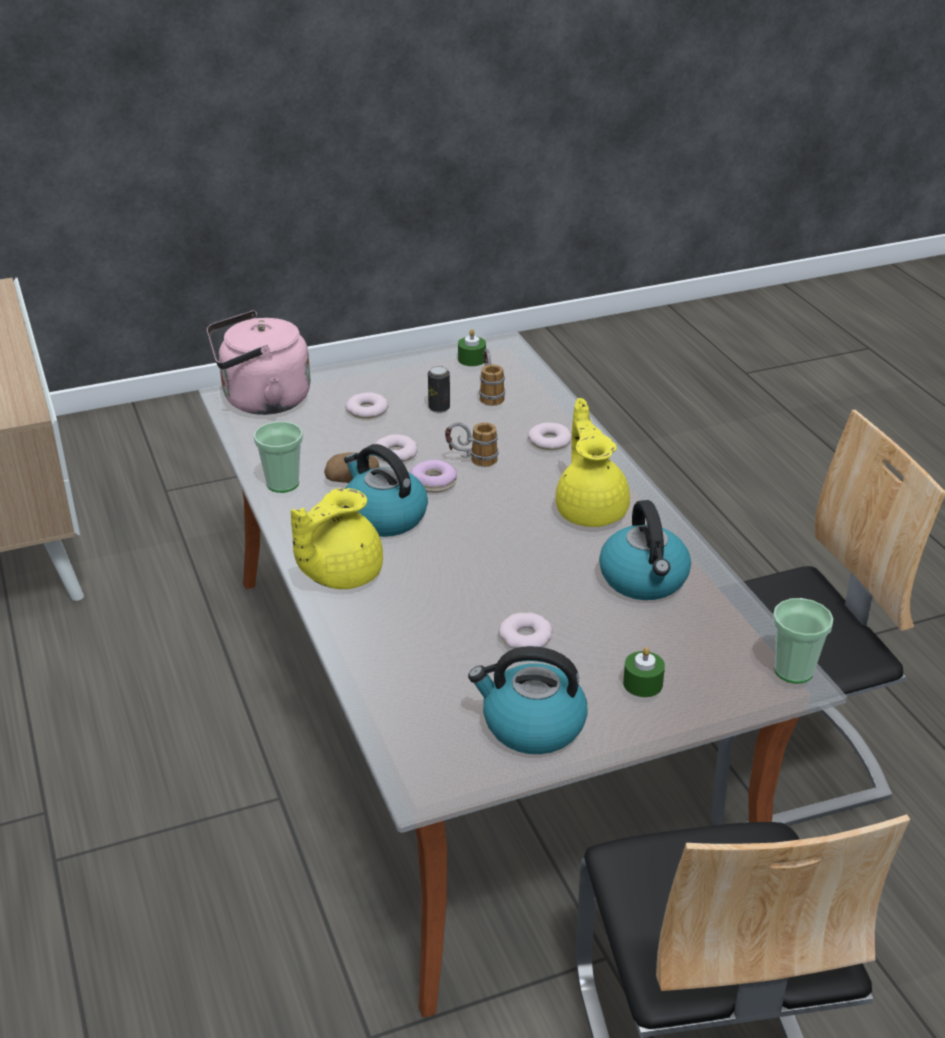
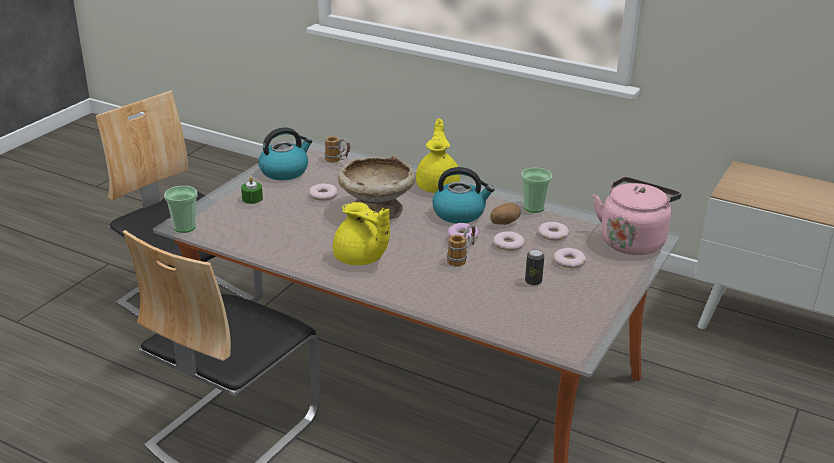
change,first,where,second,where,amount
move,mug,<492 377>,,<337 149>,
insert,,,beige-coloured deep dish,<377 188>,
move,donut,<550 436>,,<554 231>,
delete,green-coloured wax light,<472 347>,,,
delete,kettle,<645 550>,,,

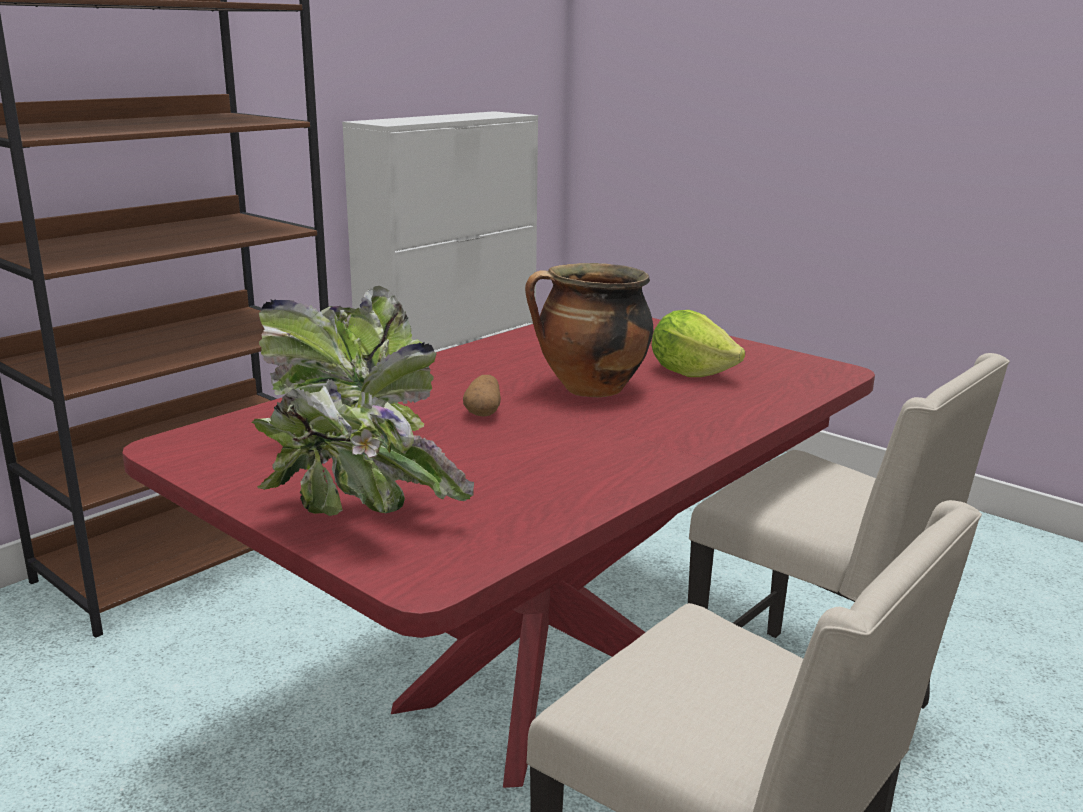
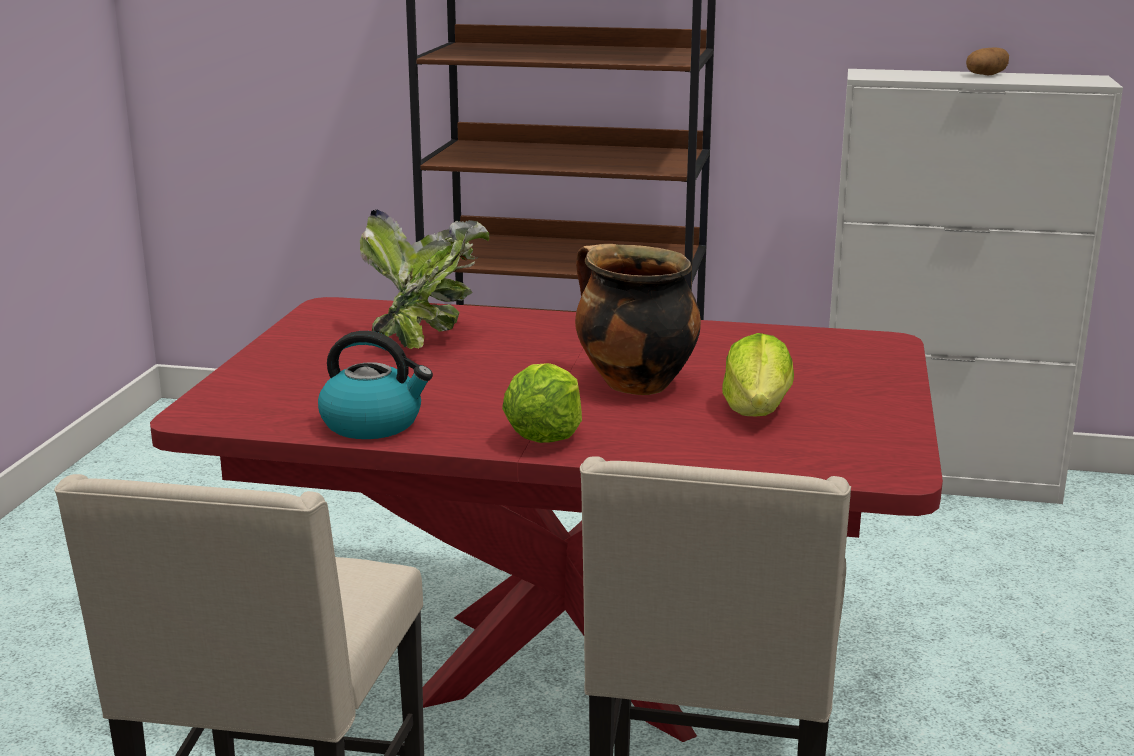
change,first,where,second,where,amount
insert,,,kettle,<375 385>,
insert,,,lettuce,<542 403>,
move,spud,<482 396>,,<987 61>,
delete,potted plant,<362 429>,,,

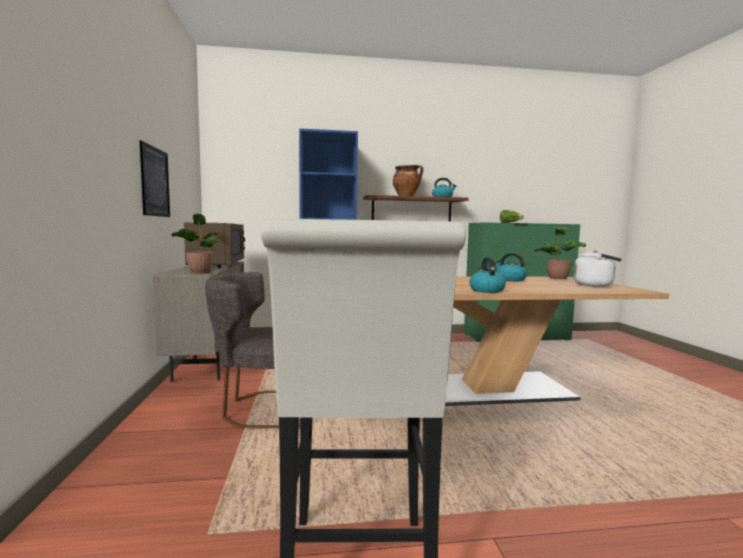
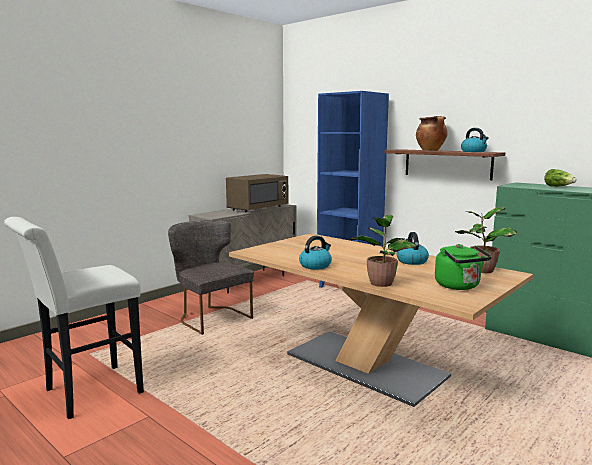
change,first,where,second,where,amount
move,potted plant,<198 244>,,<382 251>,
recolor,white kettle,<598 268>,green-coloured kettle,<463 267>,
delete,wall picture,<155 178>,,,

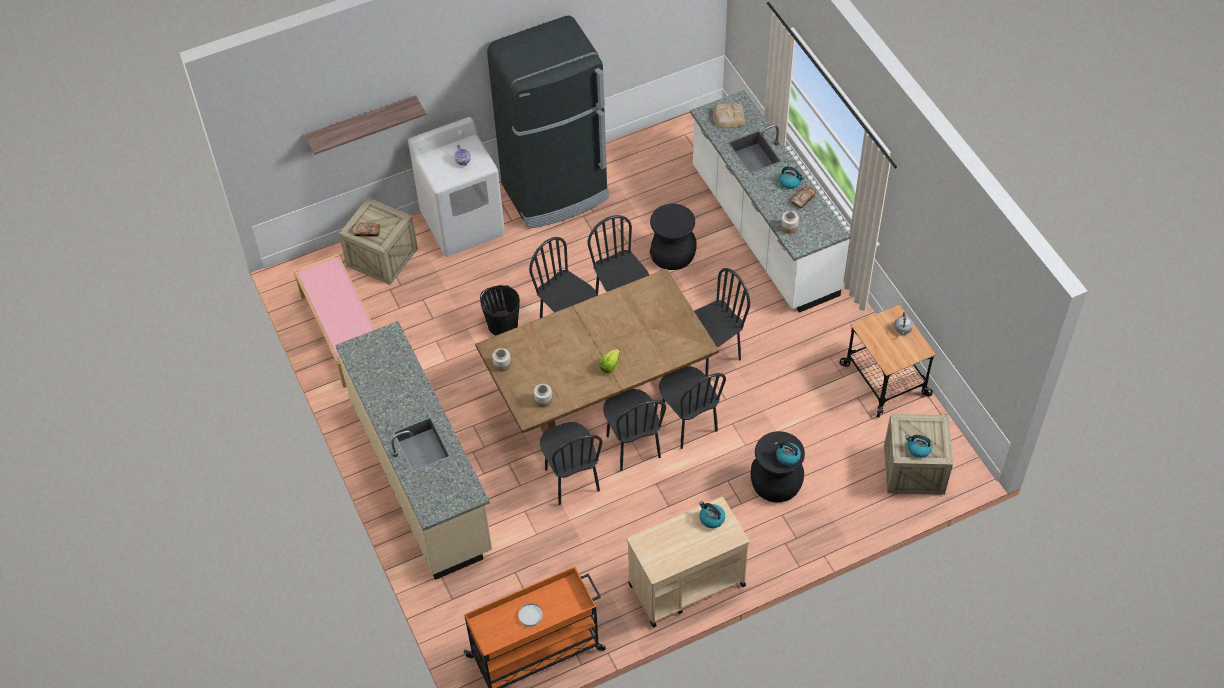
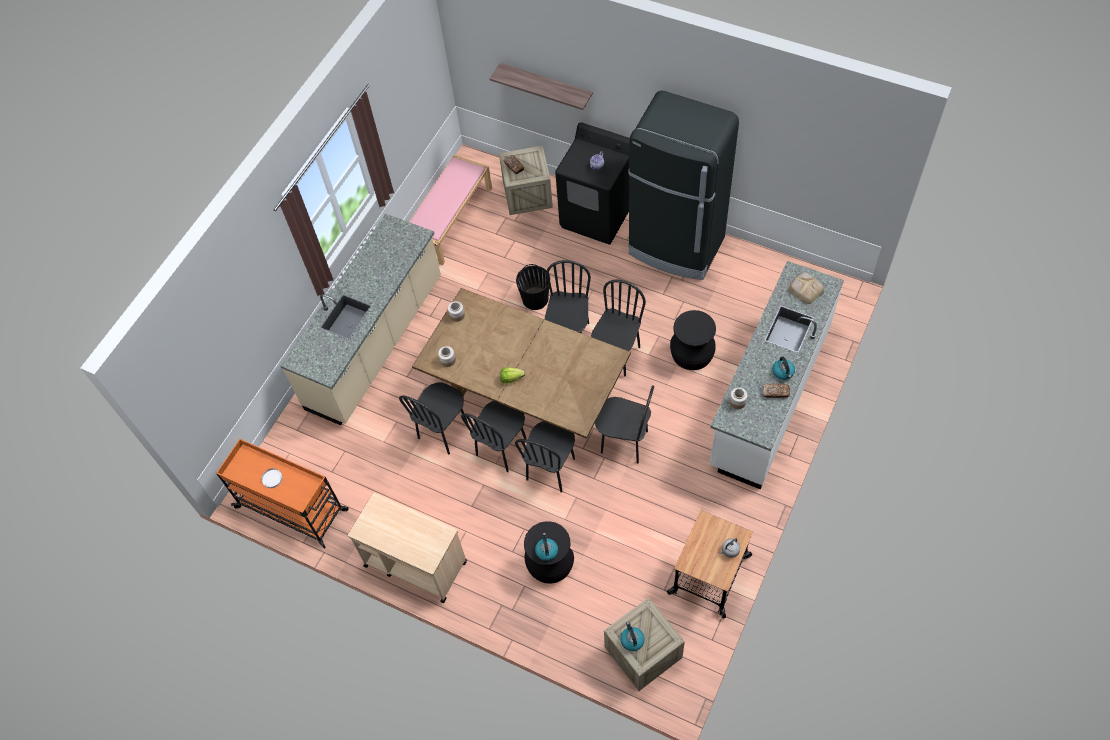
change,first,where,second,where,amount
recolor,white laundry machine,<456 187>,black-coloured laundry machine,<592 183>,
delete,kettle,<712 514>,,,

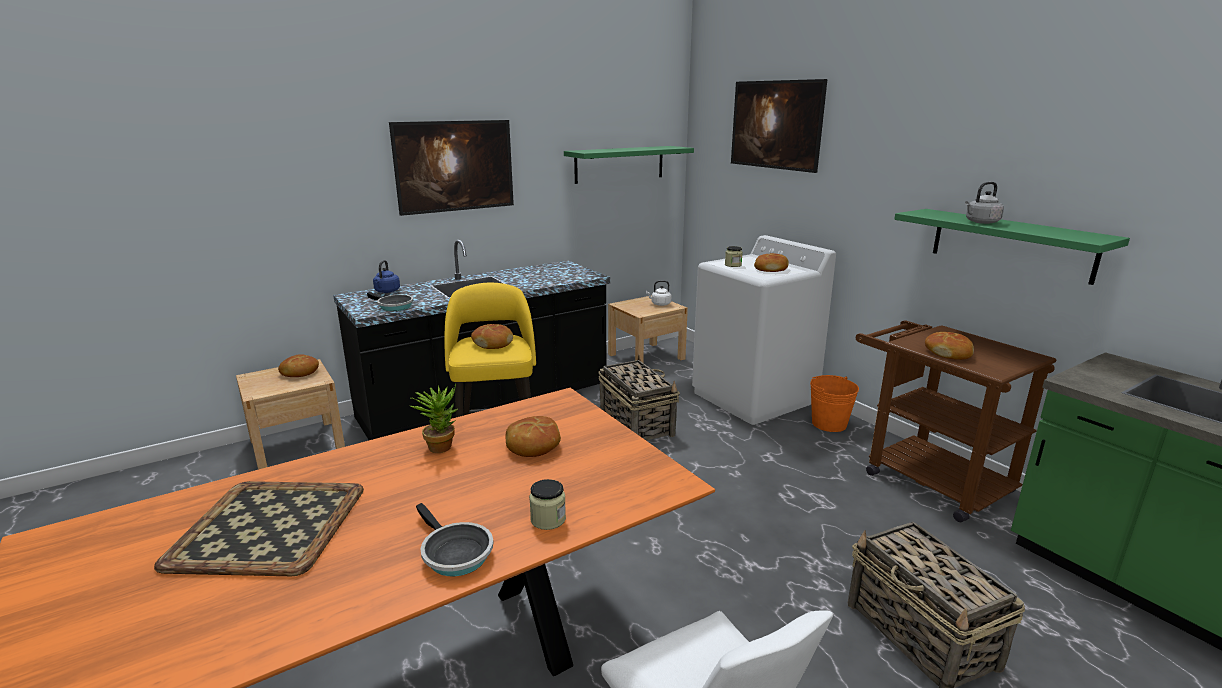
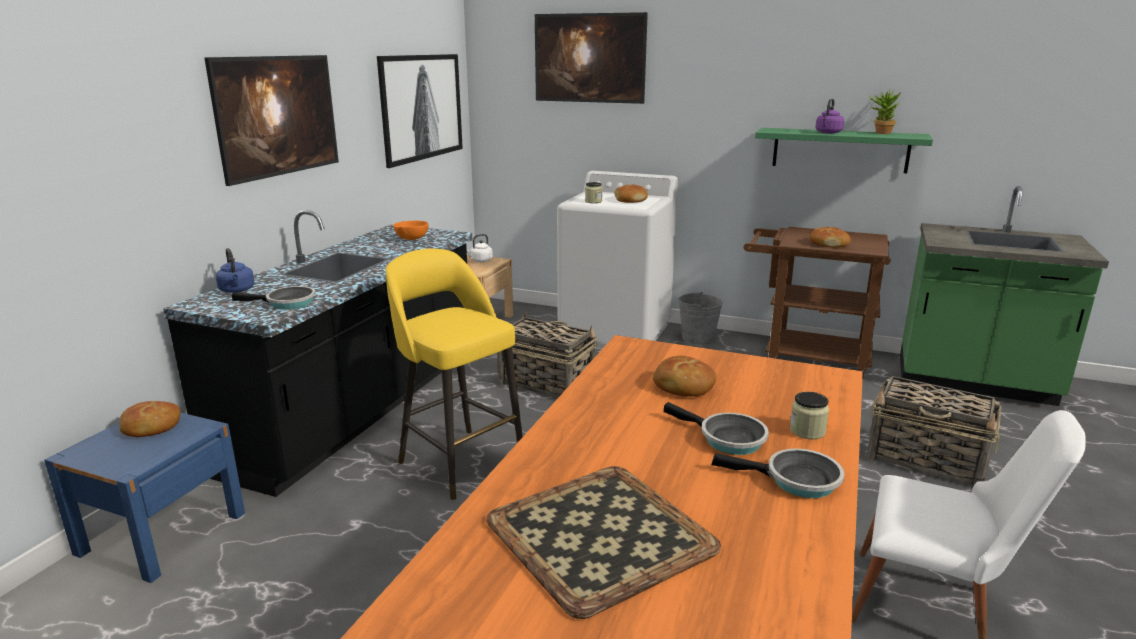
change,first,where,second,where,amount
recolor,beige-coloured bedside table,<290 414>,bluish bedside table,<144 497>,
replace,green-coloured shelf,<629 165>,wall picture,<420 111>,
insert,,,orange deep dish,<410 230>,
insert,,,frying pan,<716 428>,
recolor,orange bucket,<834 403>,greyish bucket,<700 318>,
recolor,greyish kettle,<984 203>,purple-coloured kettle,<829 116>,
move,potted plant,<434 418>,,<885 112>,
delete,bread,<492 336>,,,

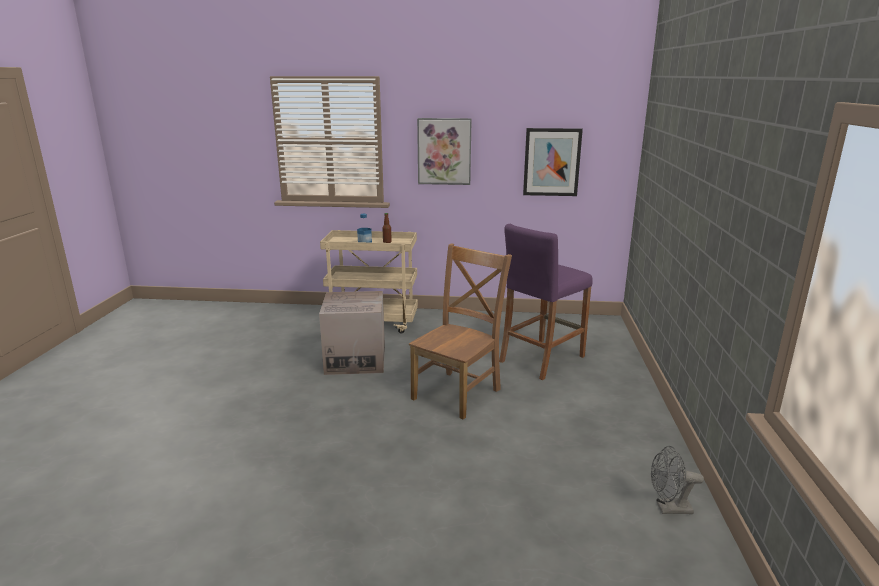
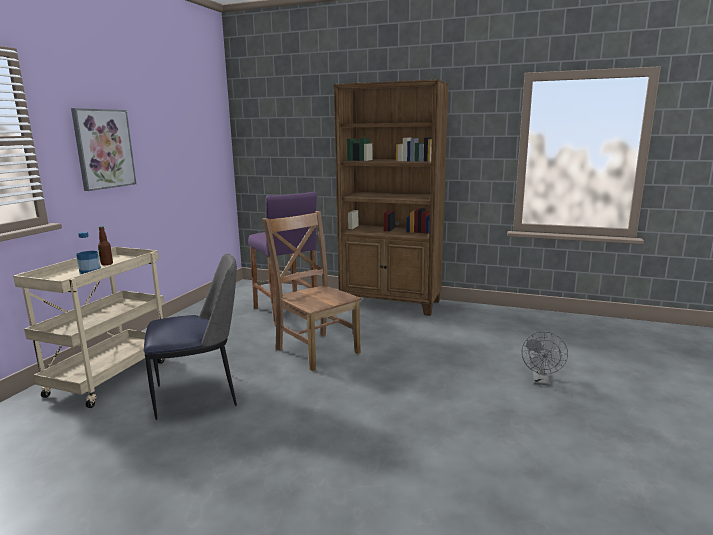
change,first,where,second,where,amount
replace,carton,<352 333>,upright chair,<190 337>,
insert,,,brown-coloured shelving unit,<391 197>,
move,greyish electric fan,<677 480>,,<545 358>,
delete,wall picture,<553 162>,,,

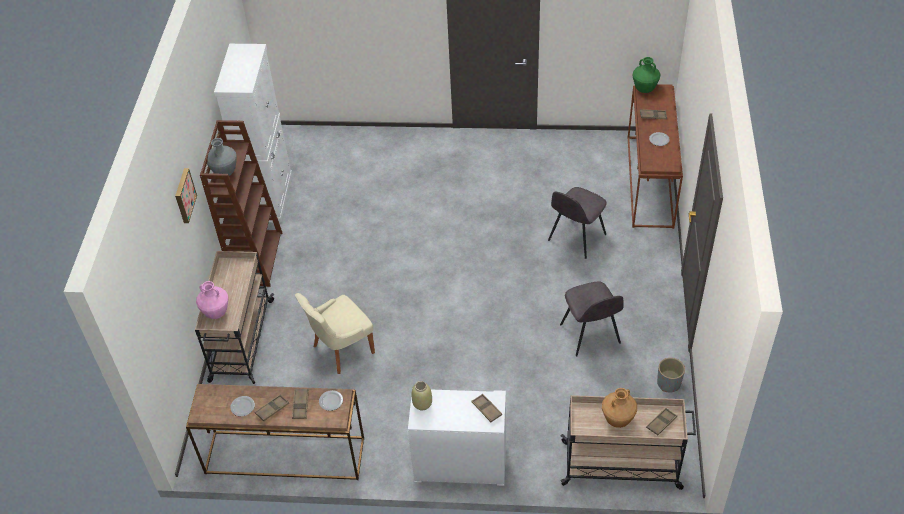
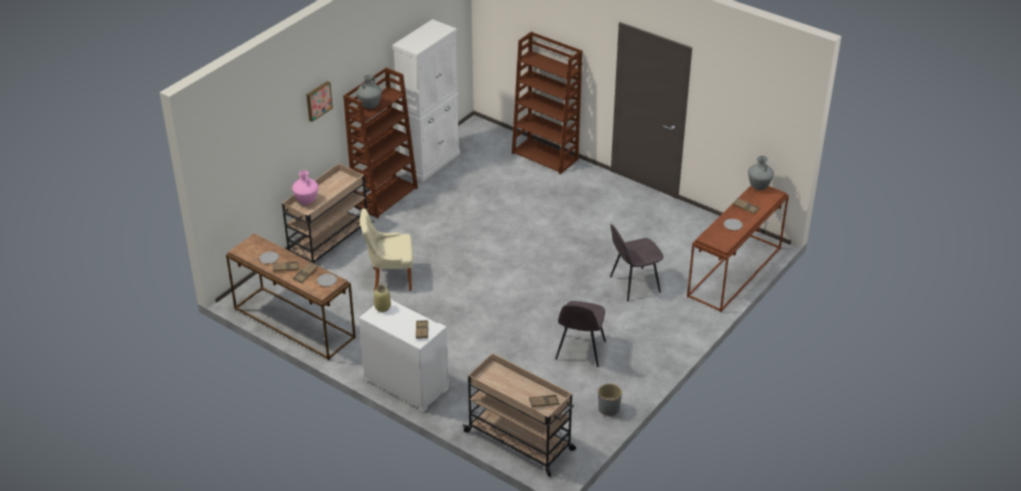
change,first,where,second,where,amount
insert,,,brown-coloured shelving unit,<547 103>,
recolor,green-coloured flower vase,<646 75>,greyish flower vase,<761 173>,
delete,brown-coloured flower vase,<619 408>,,,

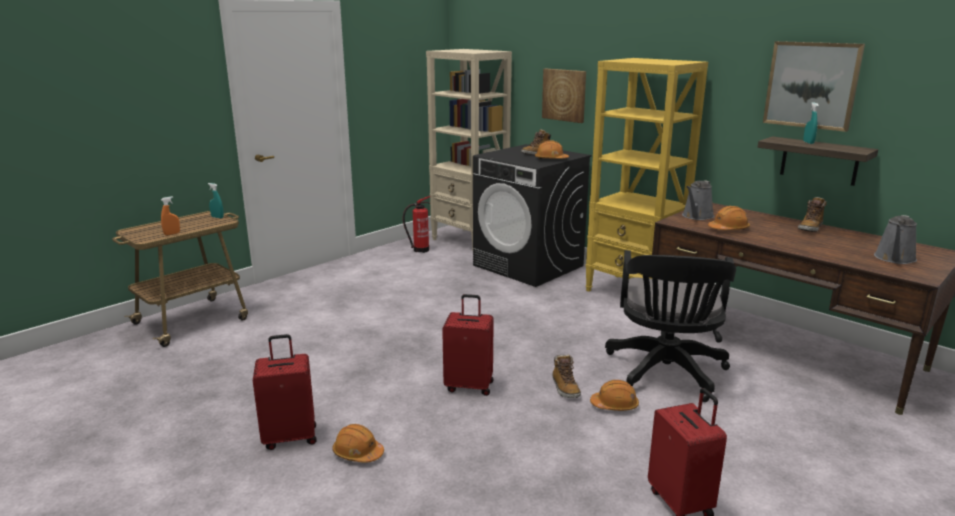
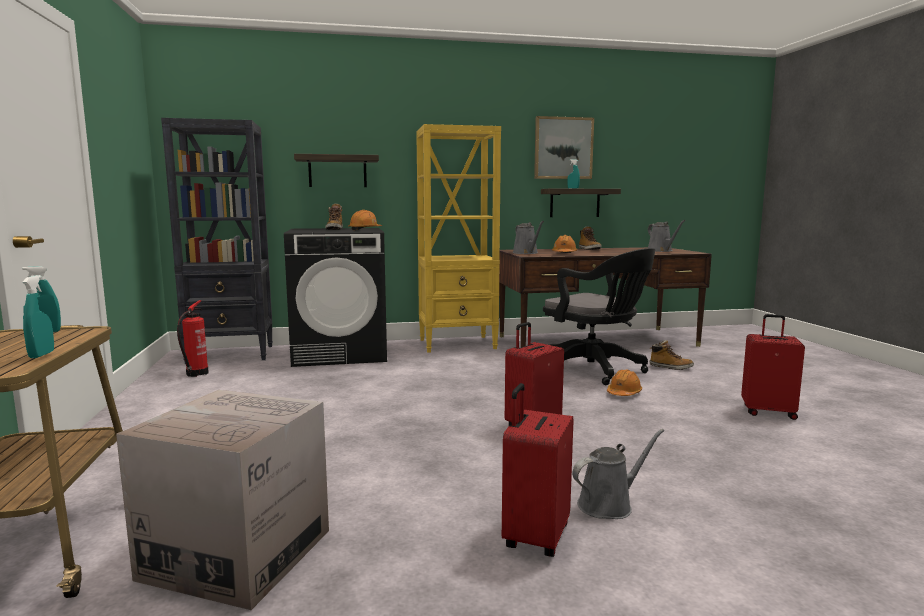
change,first,where,second,where,amount
recolor,orange spray bottle,<170 215>,blue-green spray bottle,<38 316>,
insert,,,carton,<222 500>,
recolor,beige-coloured shelving unit,<469 149>,black-coloured shelving unit,<217 241>,
replace,wall picture,<564 96>,shelf,<336 170>,
replace,orange hard hat,<358 443>,greyish sprinkling can,<618 474>,
move,boot,<566 376>,,<672 355>,

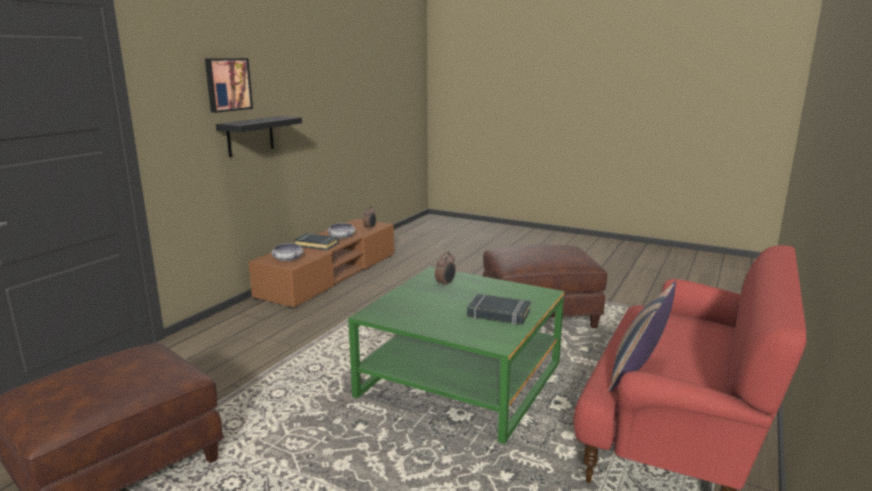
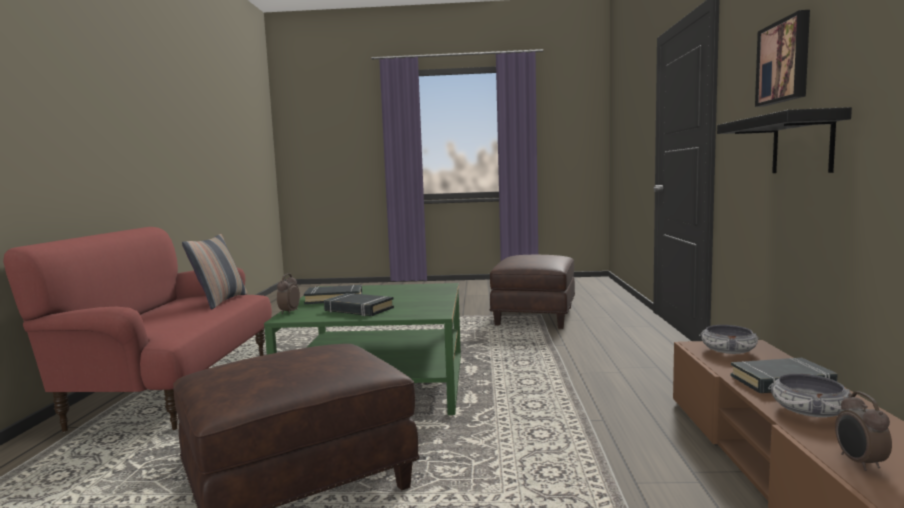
change,first,where,second,where,amount
move,alarm clock,<445 269>,,<288 293>,
insert,,,black-coloured bound book,<359 304>,

